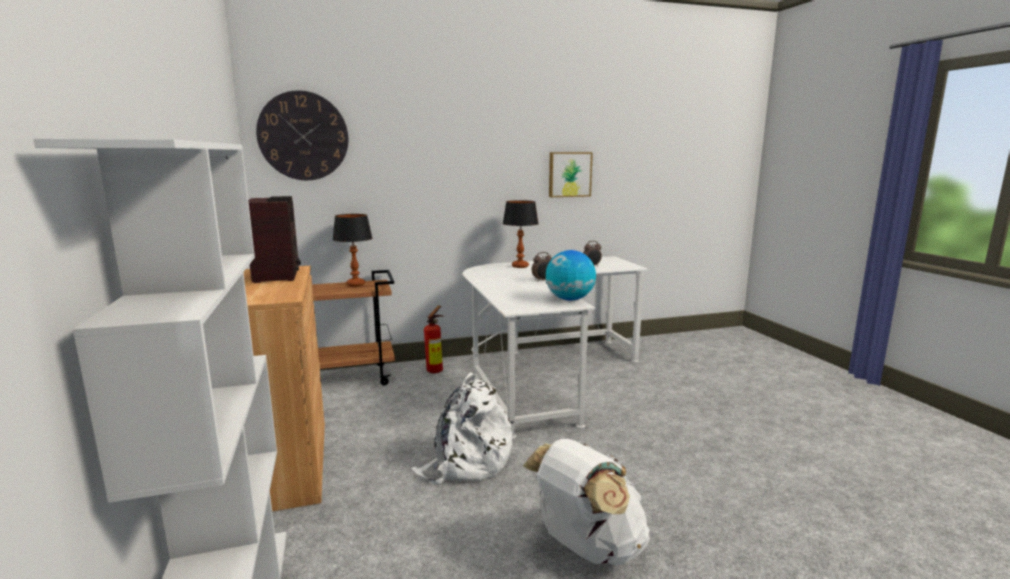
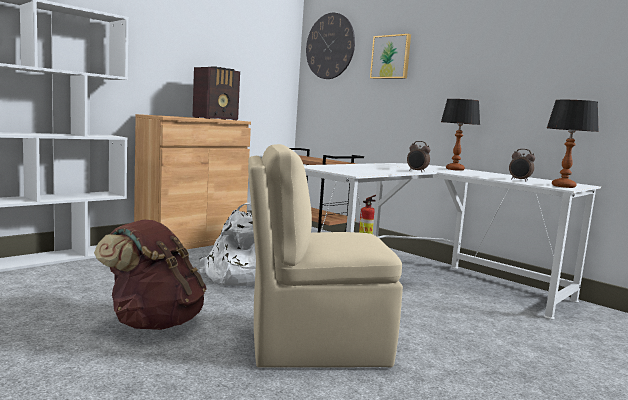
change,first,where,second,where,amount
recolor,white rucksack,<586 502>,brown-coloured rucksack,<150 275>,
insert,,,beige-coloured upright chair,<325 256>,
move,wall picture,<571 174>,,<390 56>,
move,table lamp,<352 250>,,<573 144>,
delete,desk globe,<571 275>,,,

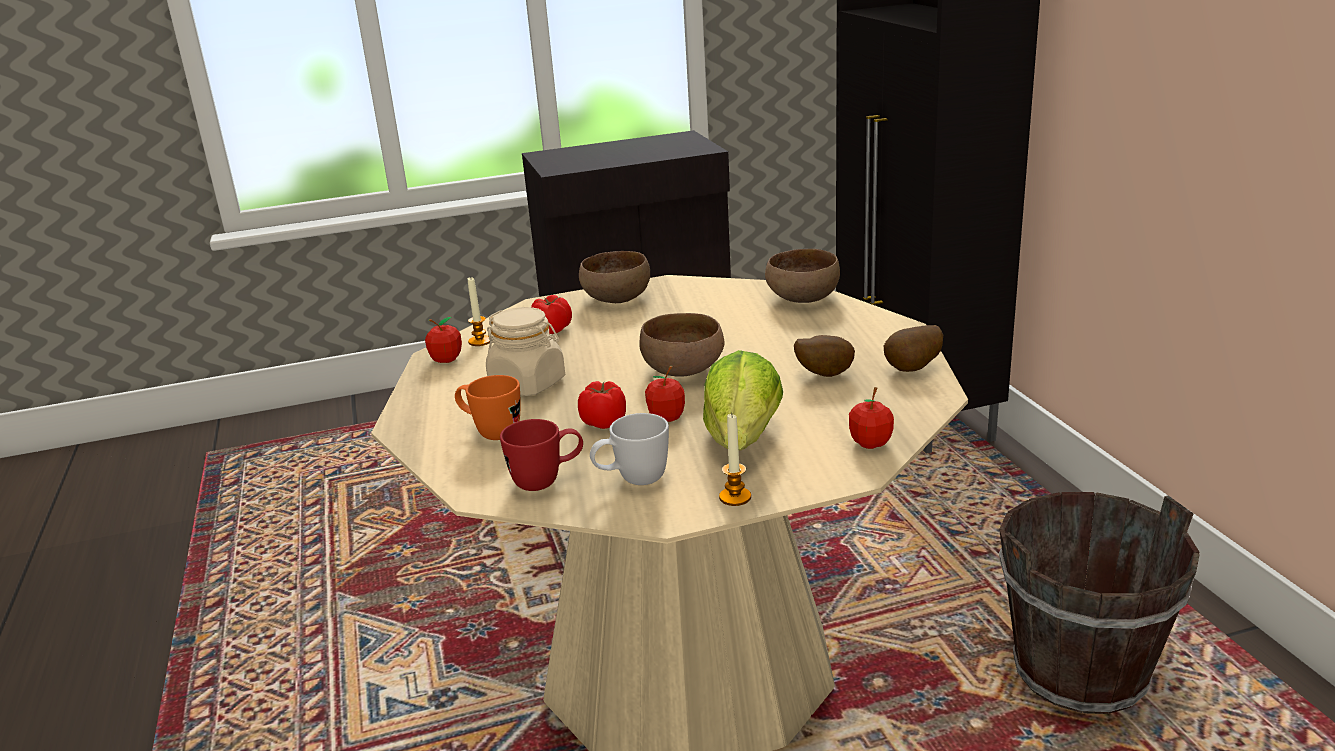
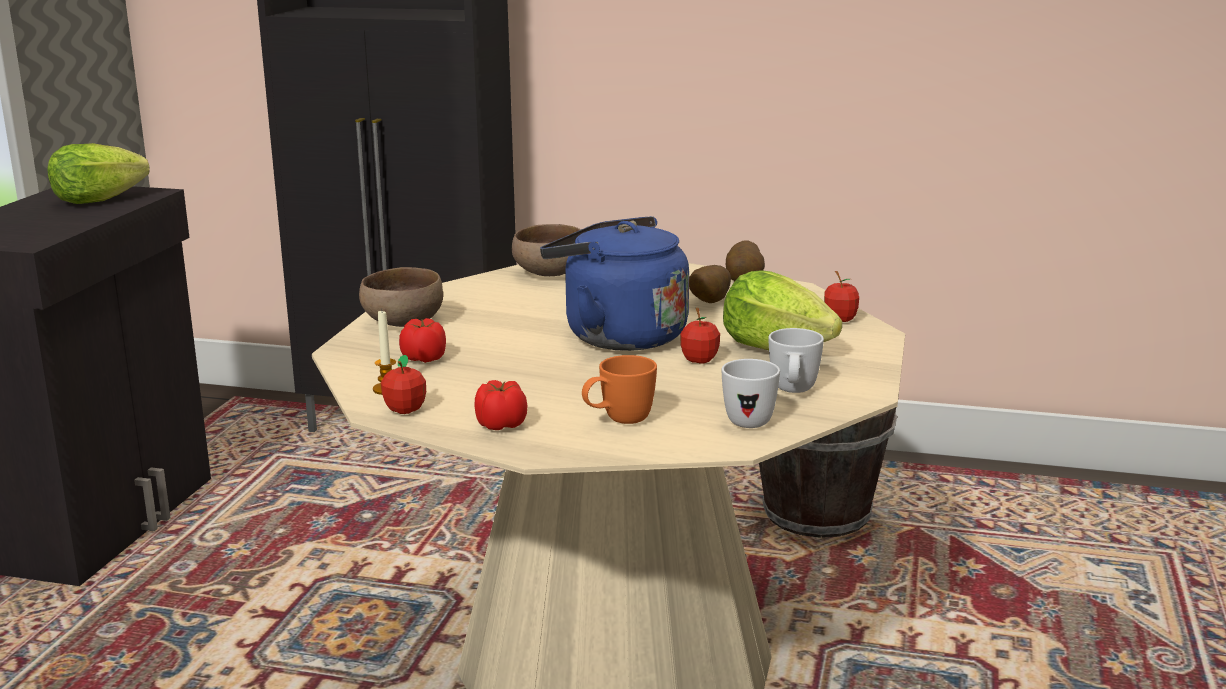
change,first,where,second,where,amount
insert,,,lettuce,<98 173>,
move,tomato,<602 405>,,<500 405>,
replace,brown-coloured deep dish,<682 345>,bluish kettle,<614 283>,
recolor,reddish mug,<541 455>,white mug,<751 393>,
delete,beige-coloured preserve jar,<525 351>,,,
delete,wax light,<735 459>,,,

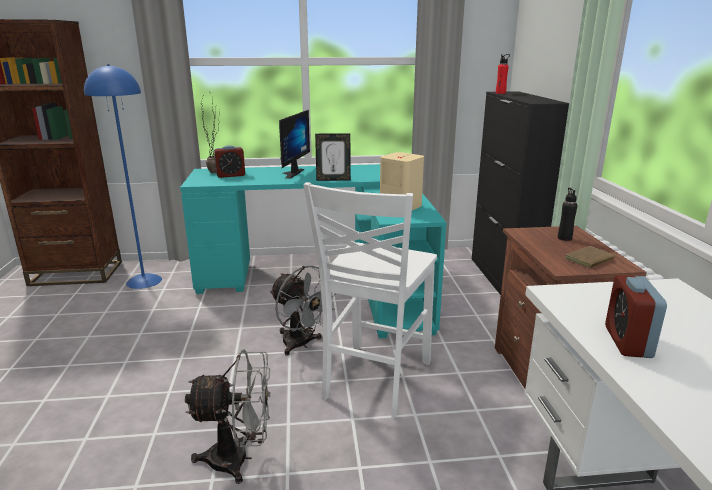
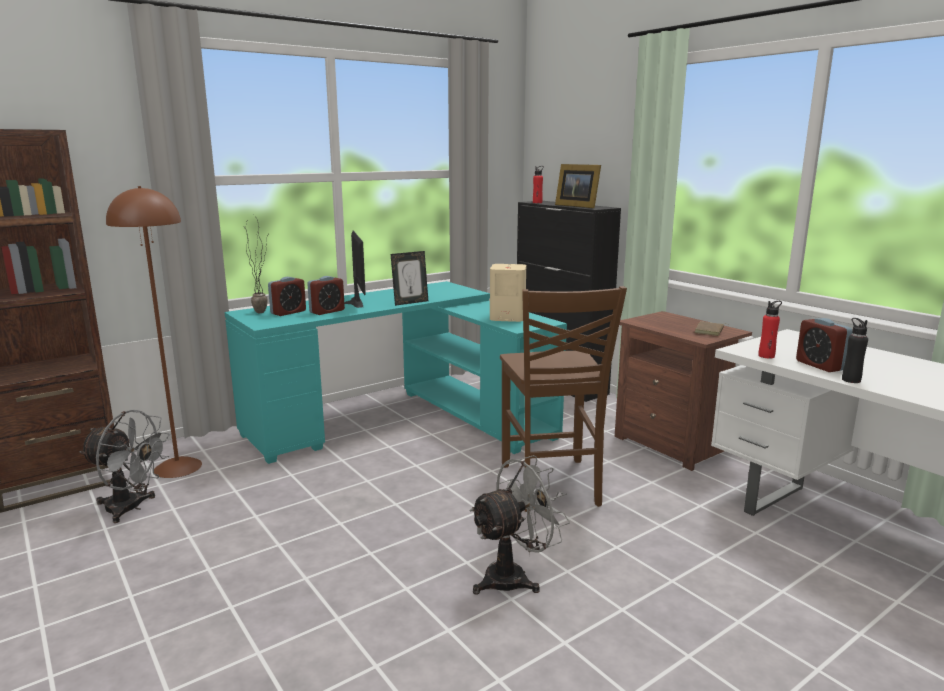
change,first,where,second,where,amount
move,greyish electric fan,<303 310>,,<125 466>,
recolor,bluish standing lamp,<123 176>,brown-coloured standing lamp,<154 332>,
insert,,,alarm clock,<326 295>,
recolor,white upright chair,<370 300>,brown-coloured upright chair,<563 399>,
insert,,,picture frame,<578 186>,
insert,,,reddish bottle,<770 330>,
move,black-coloured bottle,<568 214>,,<855 350>,

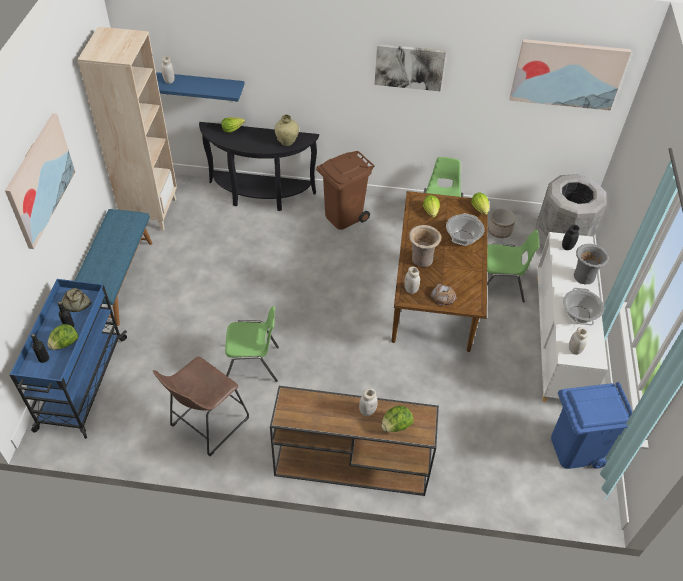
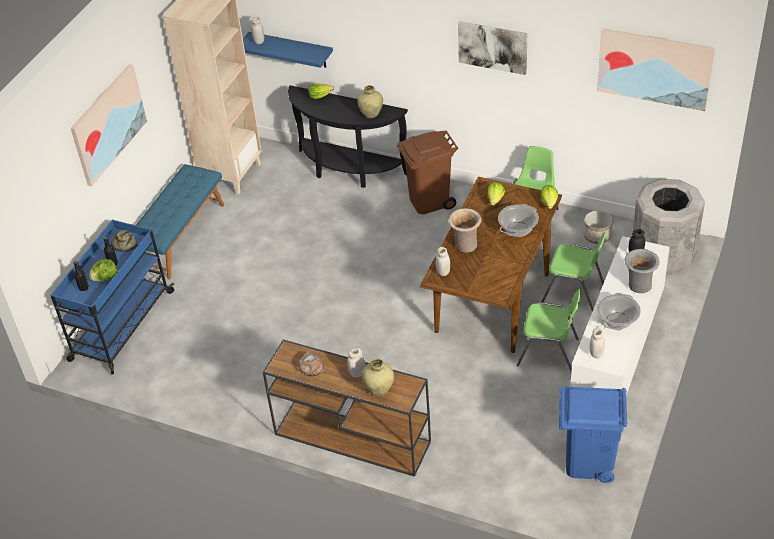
change,first,where,second,where,amount
move,bread,<444 295>,,<311 364>,
replace,lettuce,<397 419>,beige-coloured flower vase,<378 377>,
move,green-coloured upright chair,<252 344>,,<549 330>,
delete,brown-coloured stool,<201 406>,,,

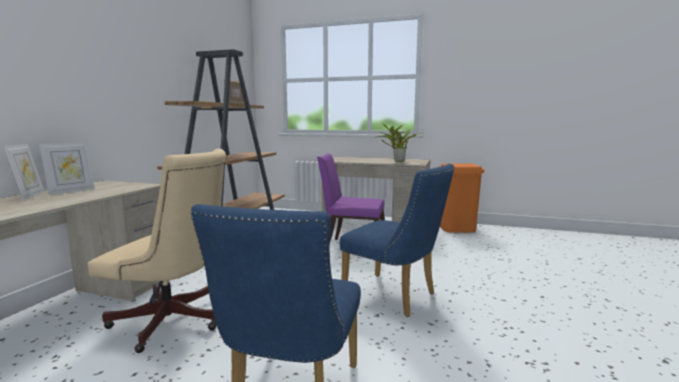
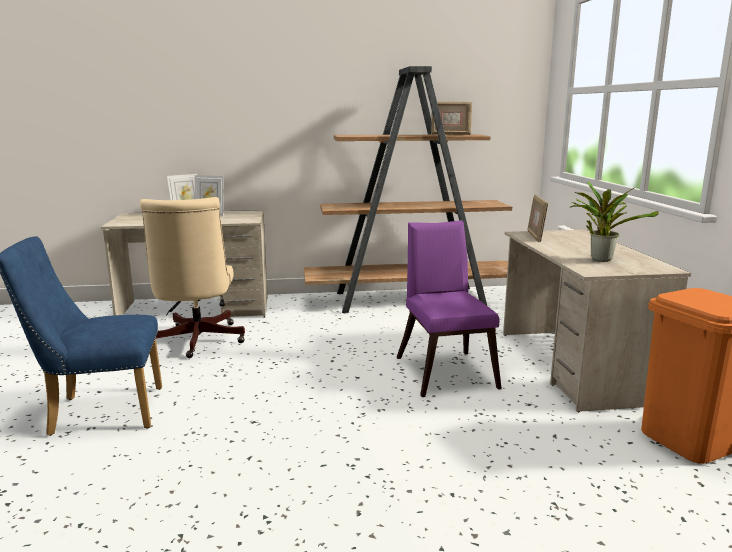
change,first,where,second,where,amount
insert,,,picture frame,<537 218>,
delete,bluish upright chair,<397 240>,,,

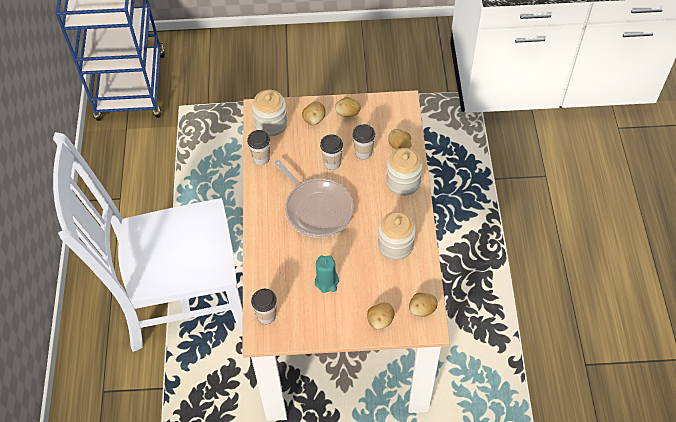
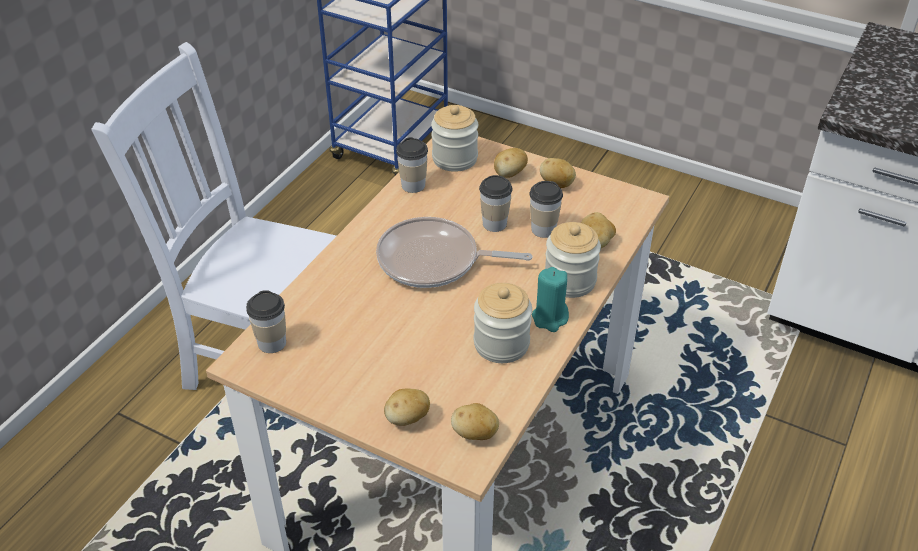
change,first,where,second,where,amount
rotate,frying pan,<314 199>,,<454 252>,105 degrees clockwise
move,blue-green wax light,<327 274>,,<550 299>,

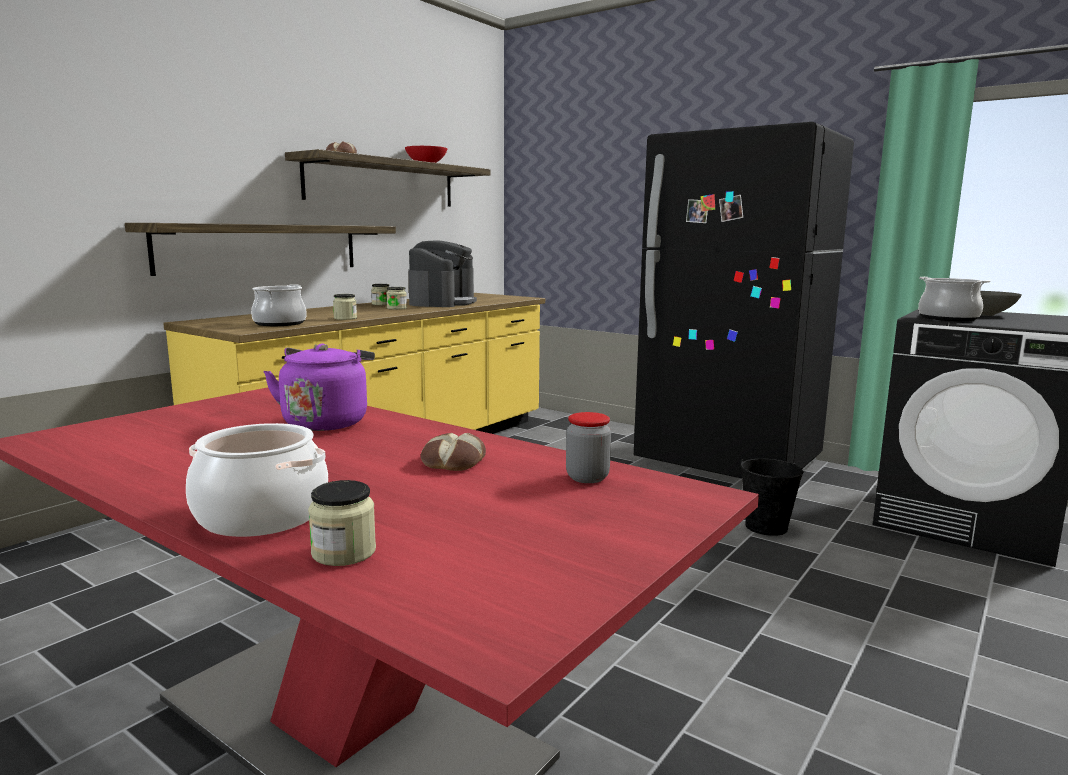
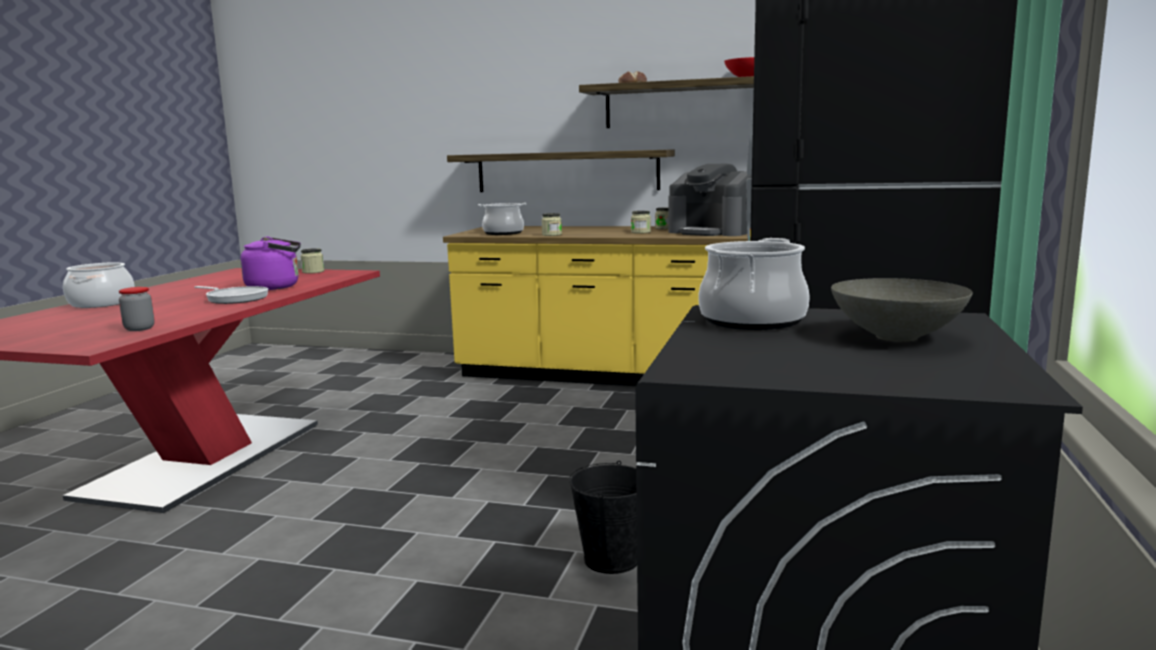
change,first,where,second,where,amount
insert,,,frying pan,<231 295>,
move,preserve jar,<342 523>,,<312 261>,
rotate,coffee brewer,<442 273>,,<710 200>,45 degrees clockwise
delete,bread,<453 452>,,,

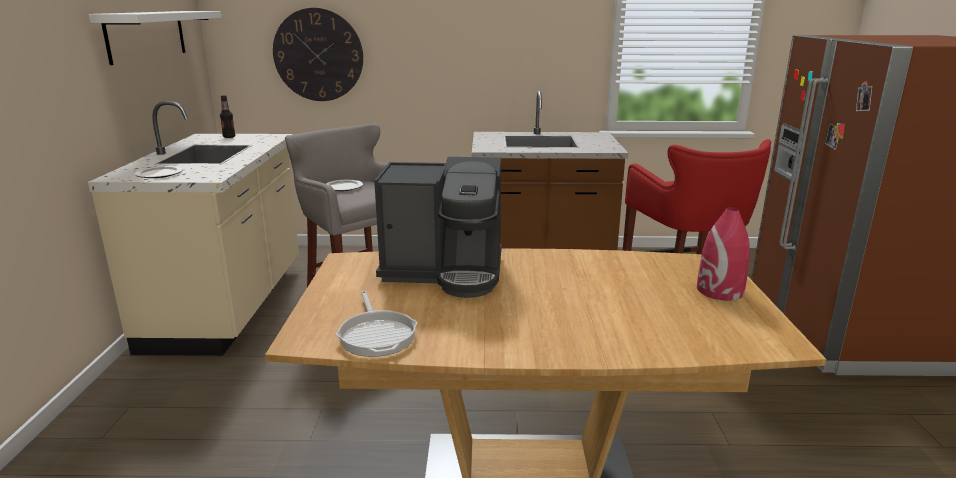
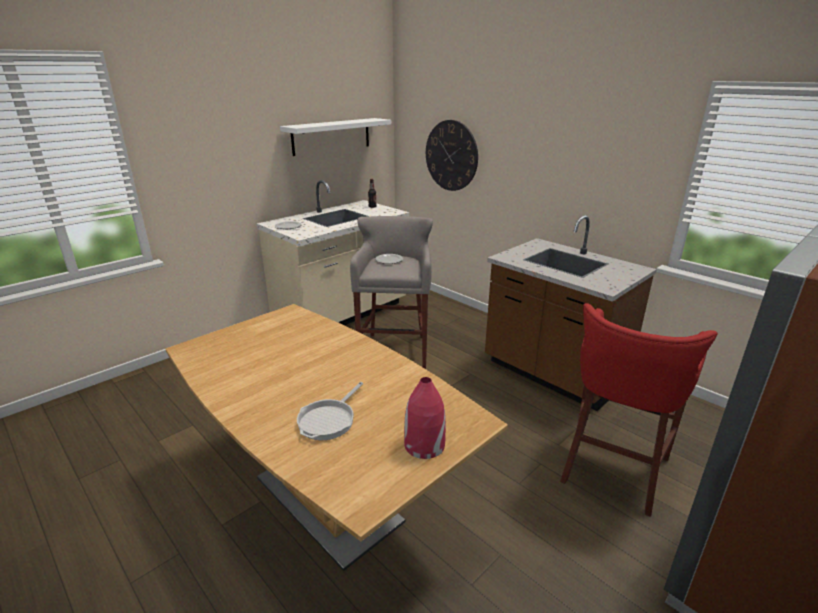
change,first,where,second,where,amount
move,frying pan,<377 324>,,<330 411>,
delete,coffee brewer,<438 227>,,,

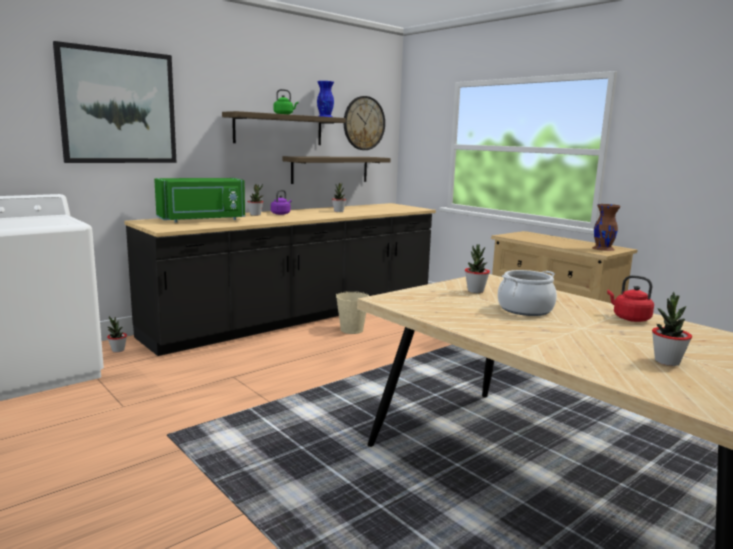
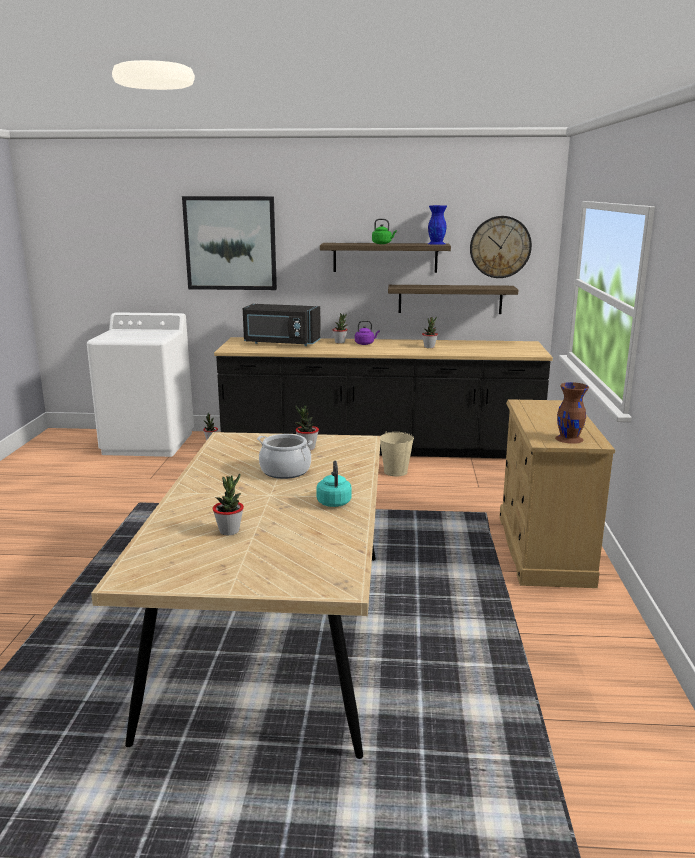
change,first,where,second,where,amount
recolor,green-coloured microwave oven,<199 200>,black-coloured microwave oven,<282 325>,
recolor,reddish kettle,<630 298>,blue-green kettle,<334 484>,

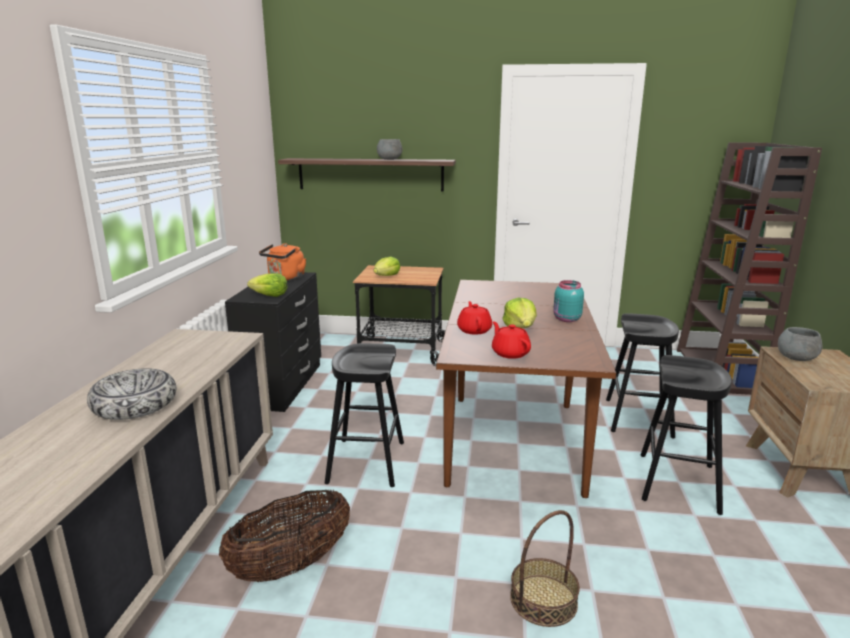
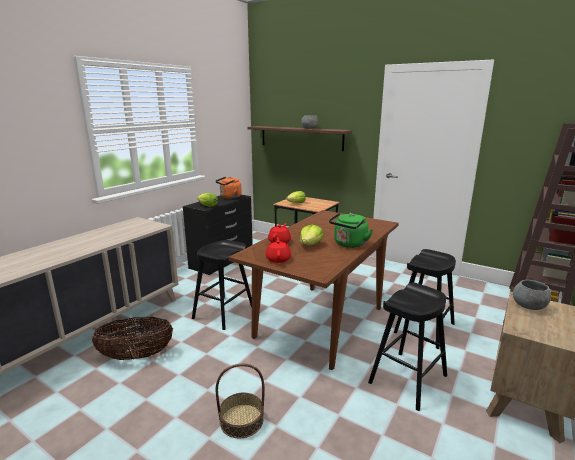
change,first,where,second,where,amount
replace,blue-green preserve jar,<568 301>,green-coloured kettle,<351 230>,
delete,deep dish,<131 394>,,,

